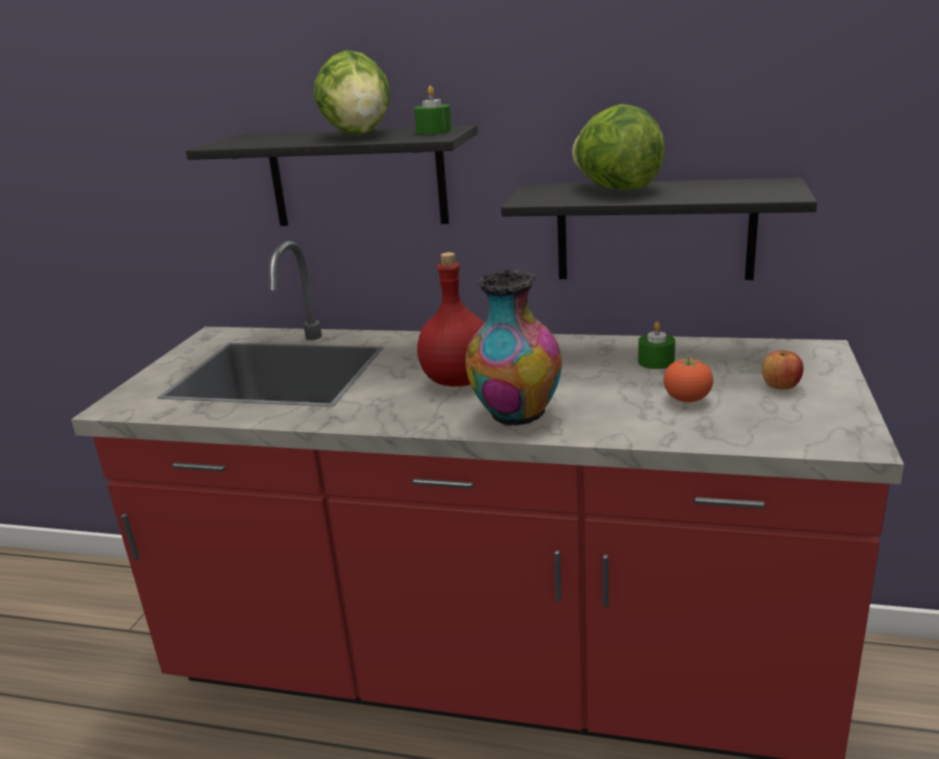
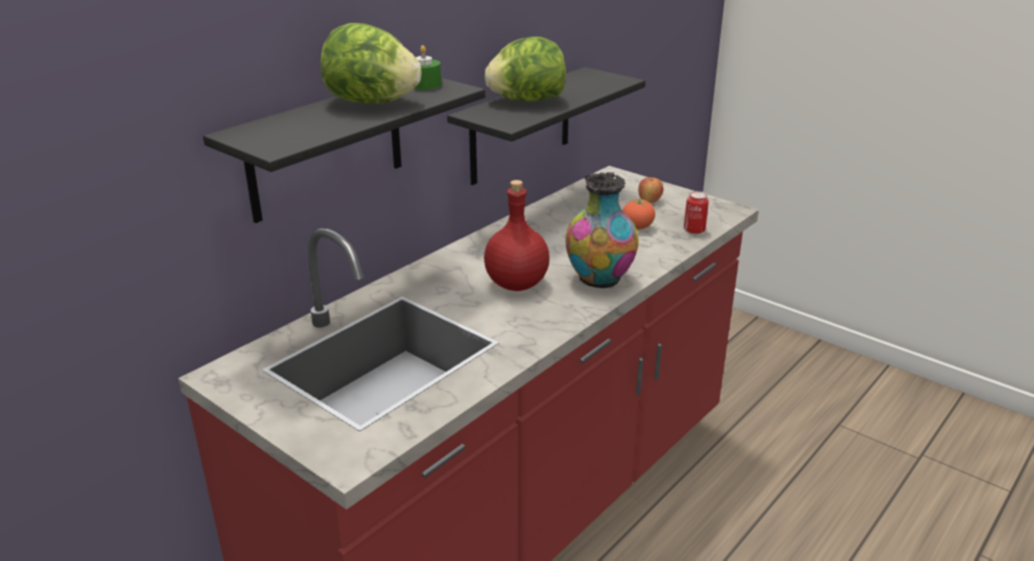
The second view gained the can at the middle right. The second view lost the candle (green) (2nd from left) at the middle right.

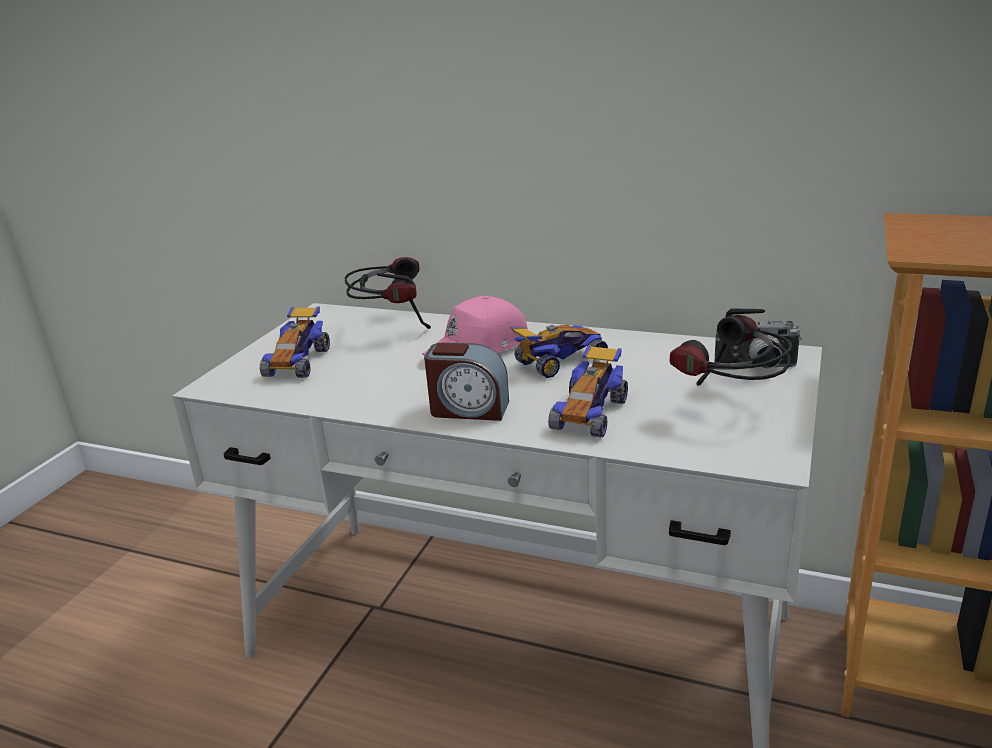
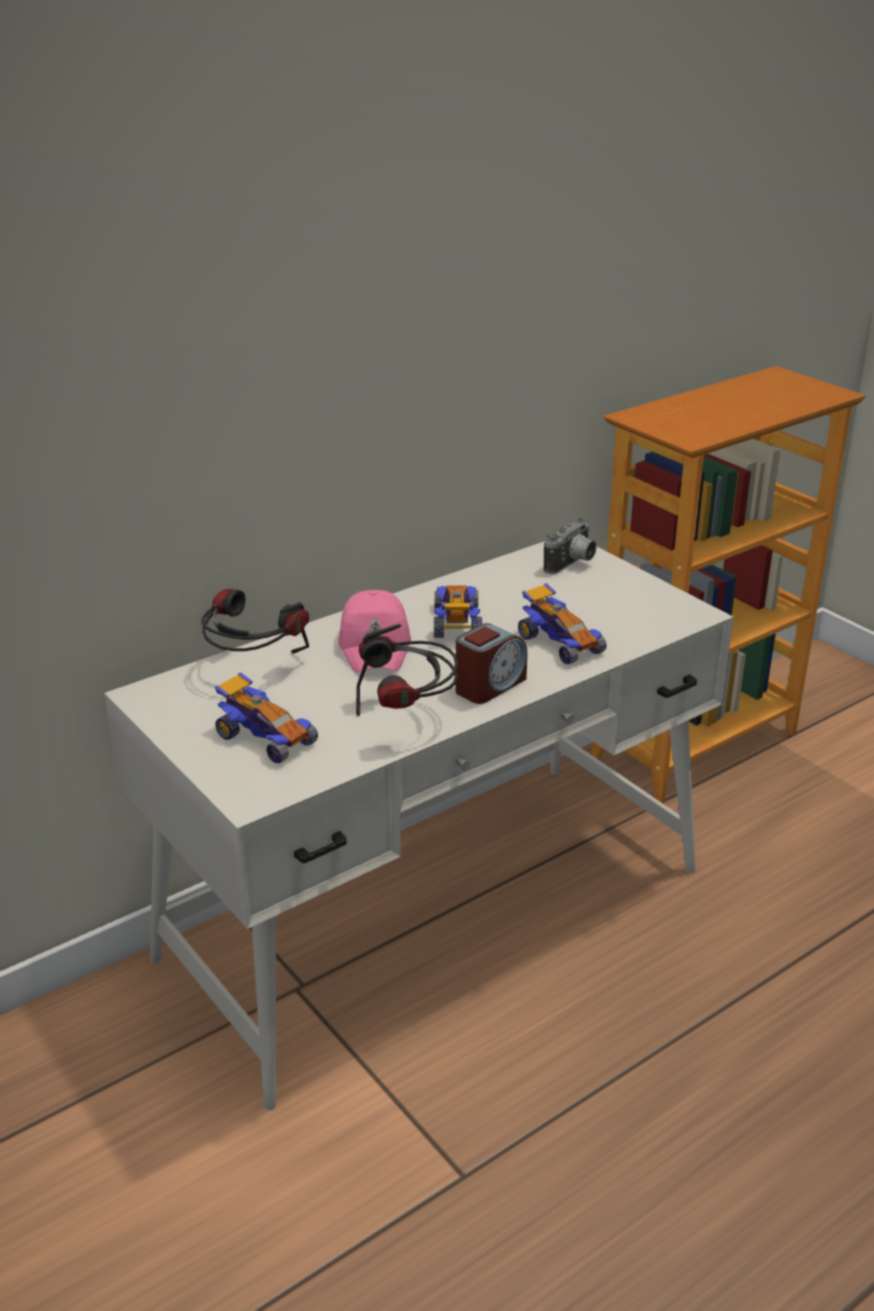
The headphones (2nd from left) ended up elsewhere, having gone from the middle right to the centre.

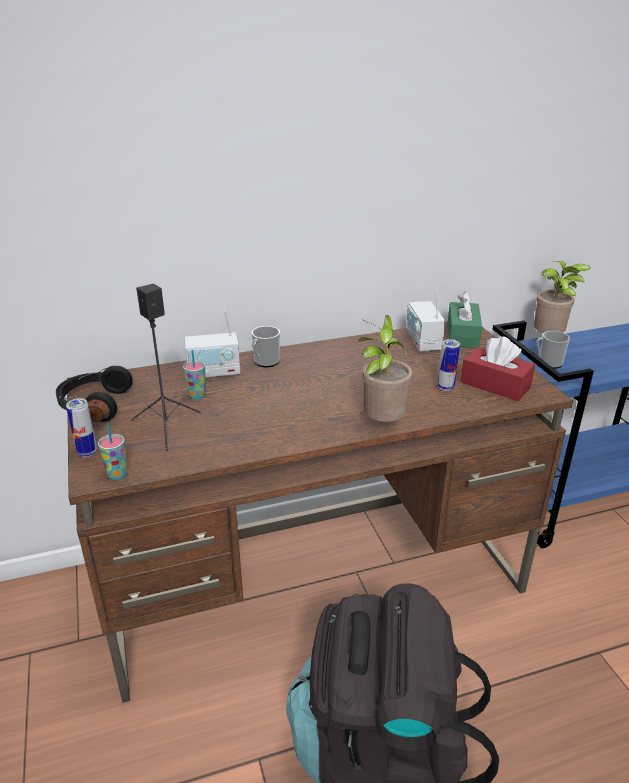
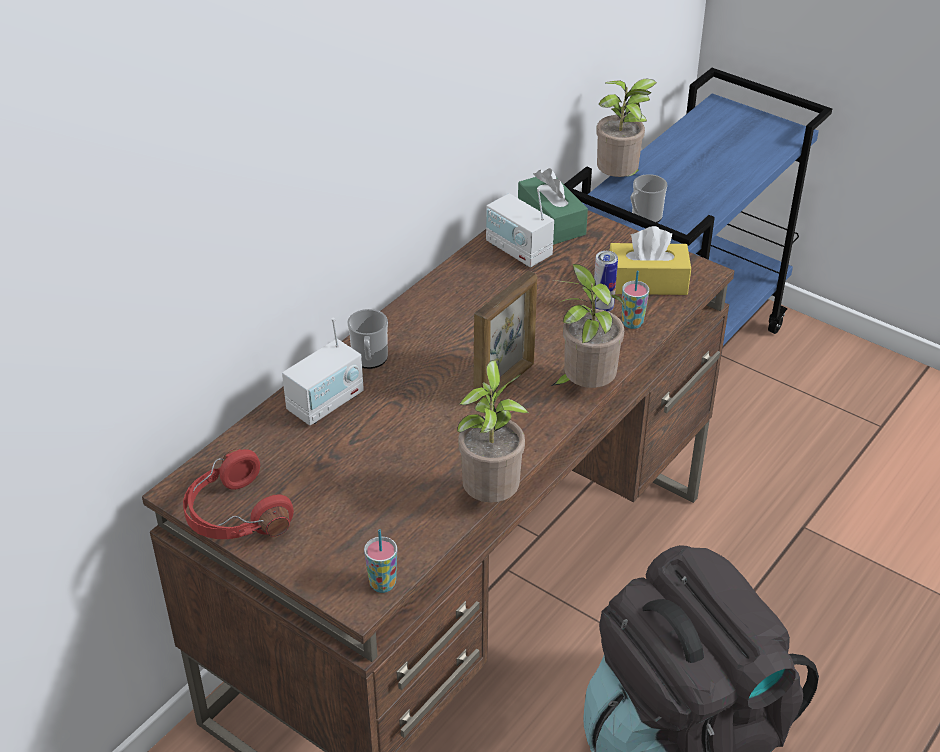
What was the headphones (black) at the middle left turned into the headphones (red) at the middle left. The second view gained the potted plant (1st from left) at the centre. The second view gained the picture frame at the centre. What was the tissue box (red) at the middle right turned into the tissue box (yellow) at the middle right. The cup (2nd from left) ended up elsewhere, having gone from the middle left to the middle right. The second view lost the can (1st from left) at the middle left. The second view lost the speaker (black) at the middle left.

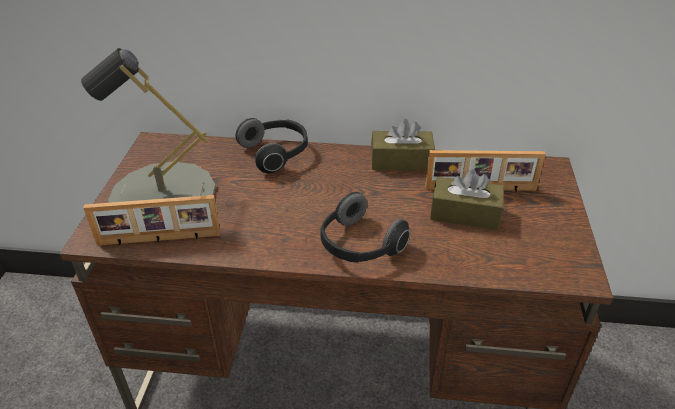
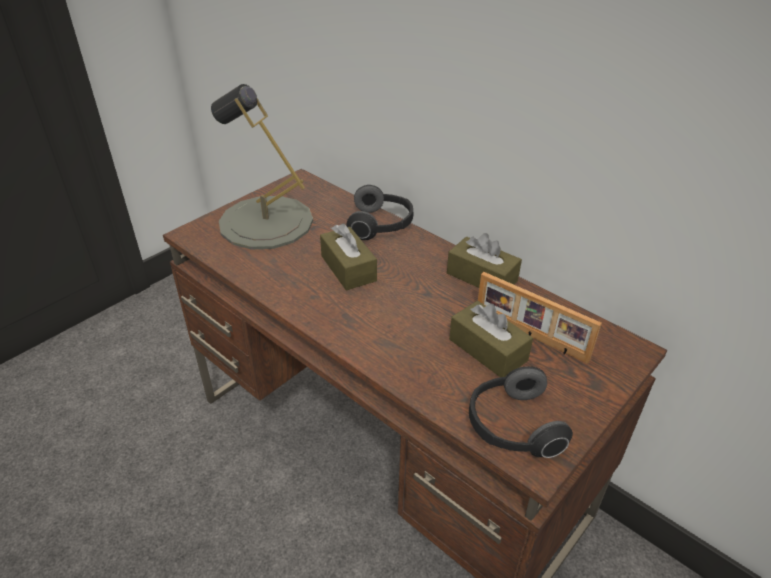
The second view gained the tissue box (brown) (1st from left) at the centre. The headphones (2nd from left) ended up elsewhere, having gone from the centre to the bottom right. The second view lost the picture frame (1st from left) at the middle left.

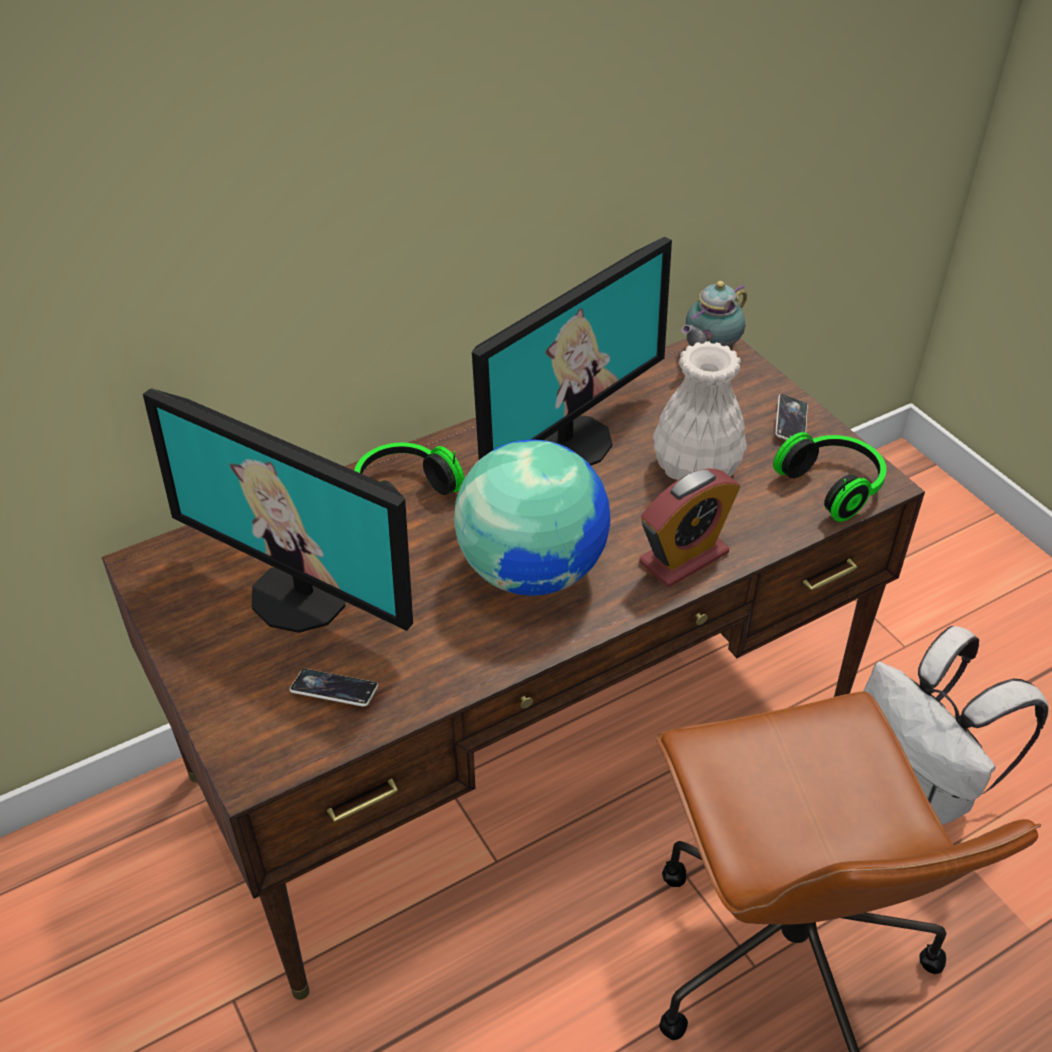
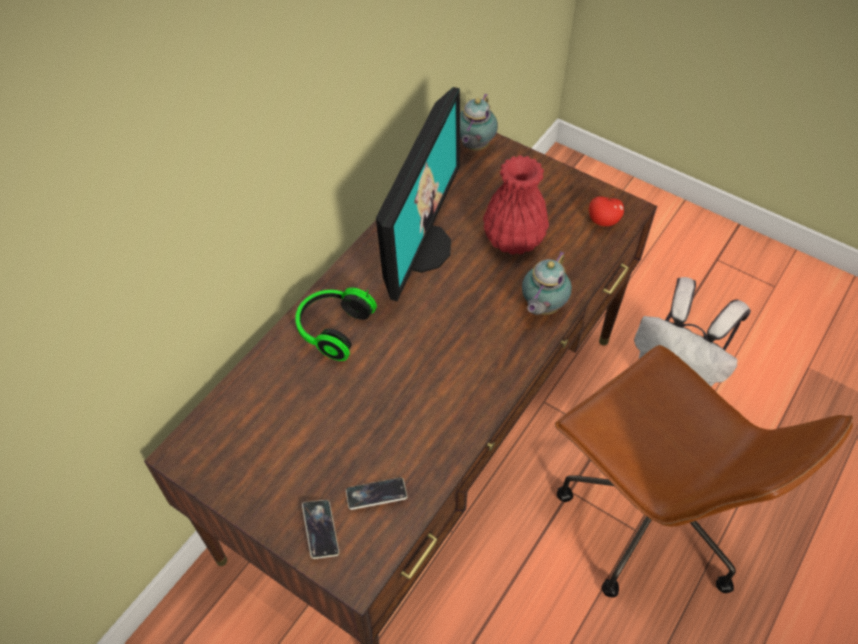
The phone (2nd from left in the first image) ended up elsewhere, having gone from the middle right to the bottom centre. What was the vase (white) at the centre turned into the vase (red) at the top centre. Where the alarm clock stood at the centre, the teapot (2nd from left) came to stand at the centre. Where the headphones (2nd from left) stood at the middle right, the apple came to stand at the top right. The second view lost the monitor (1st from left) at the middle left. The second view lost the globe at the centre.

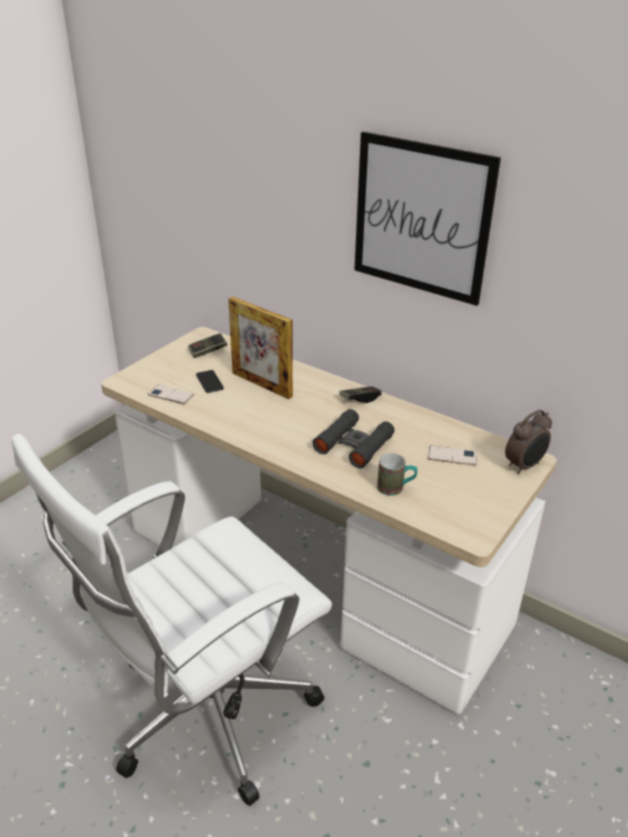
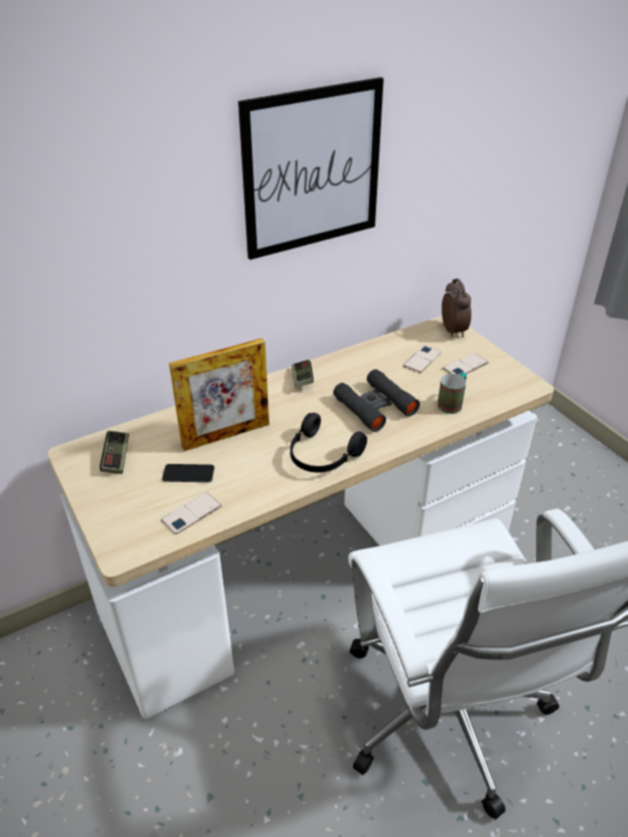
The second view gained the headphones (black) at the centre. The second view gained the phone (4th from left) at the middle right.

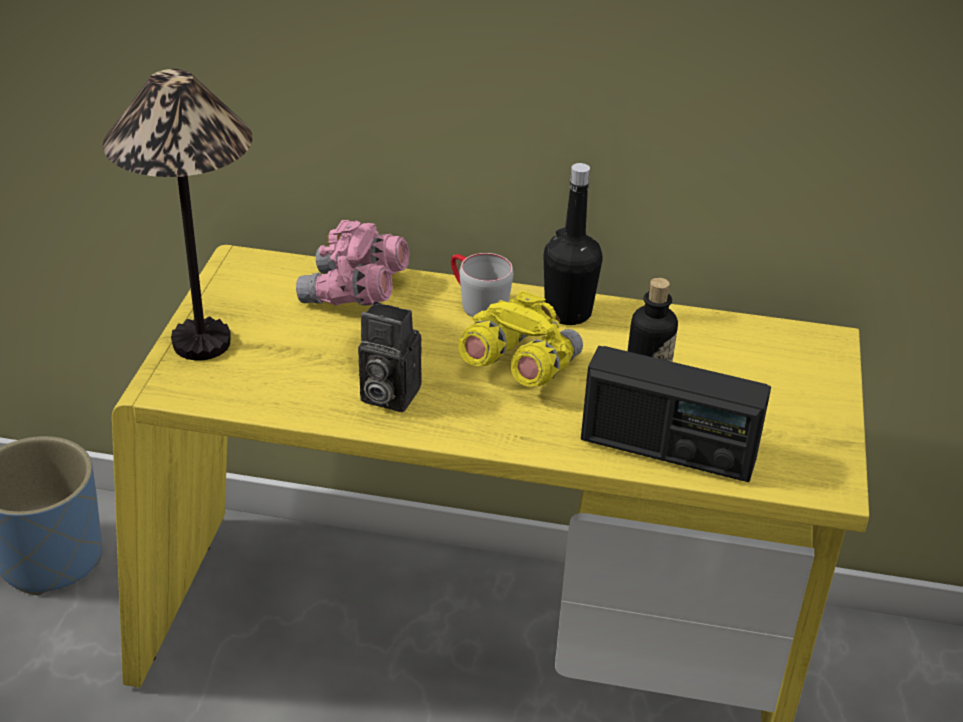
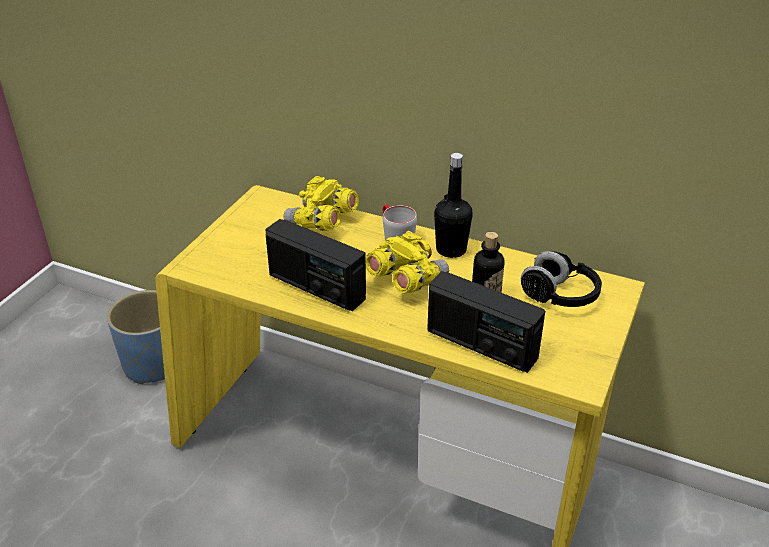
Where the photo camera stood at the centre, the radio (1st from left) came to stand at the centre. What was the binoculars (pink) at the centre turned into the binoculars (yellow) (1st from left) at the centre. The second view gained the headphones (black) at the middle right. The second view lost the table lamp at the top left.

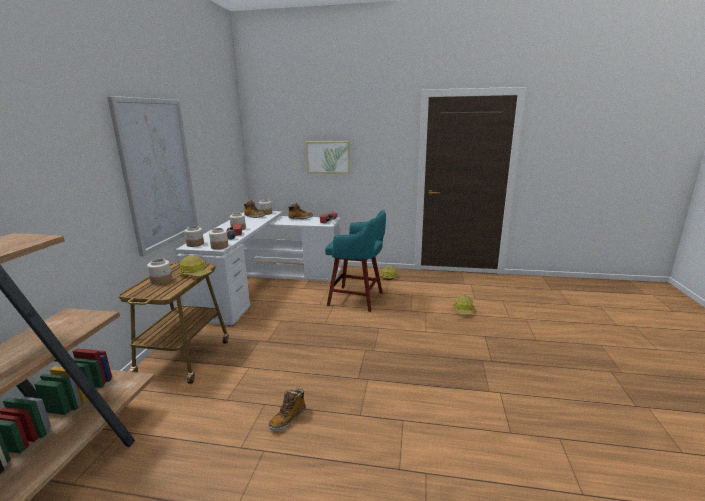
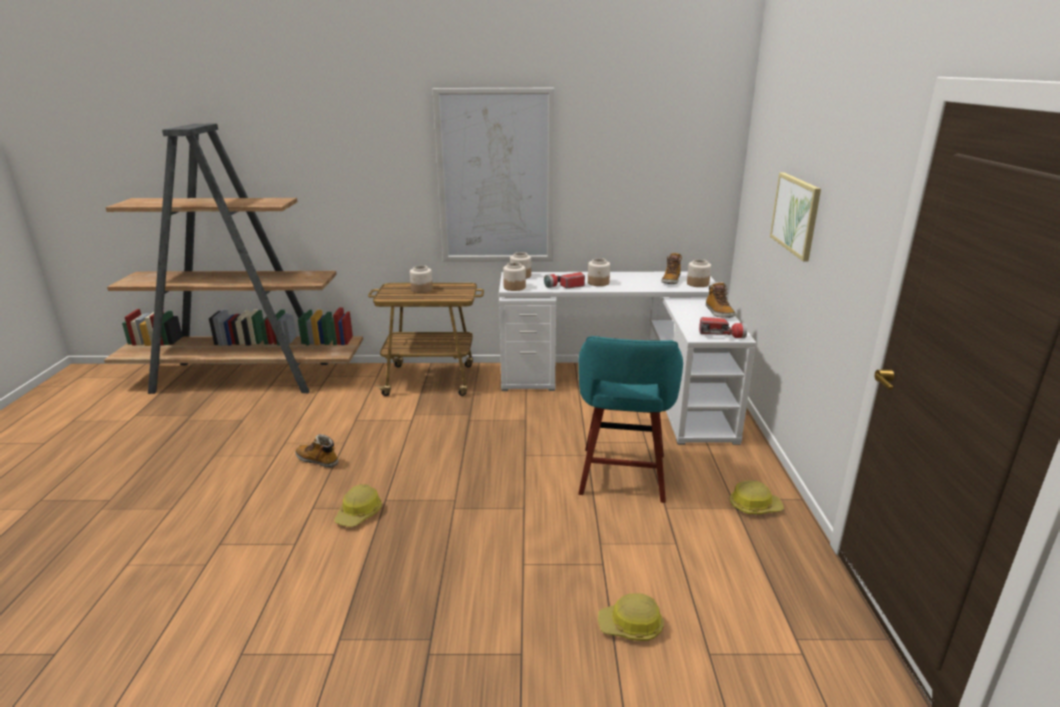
The hard hat (1st from left) ended up elsewhere, having gone from the middle left to the bottom centre.

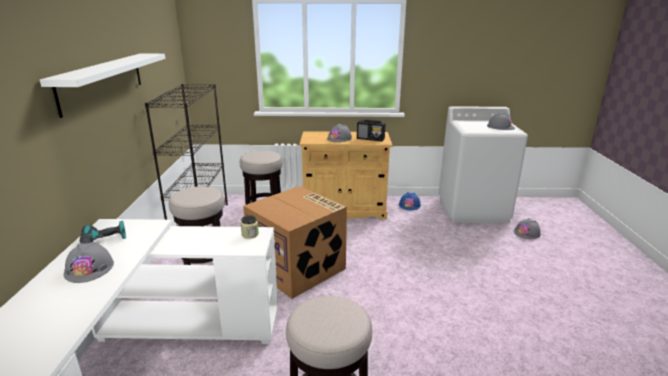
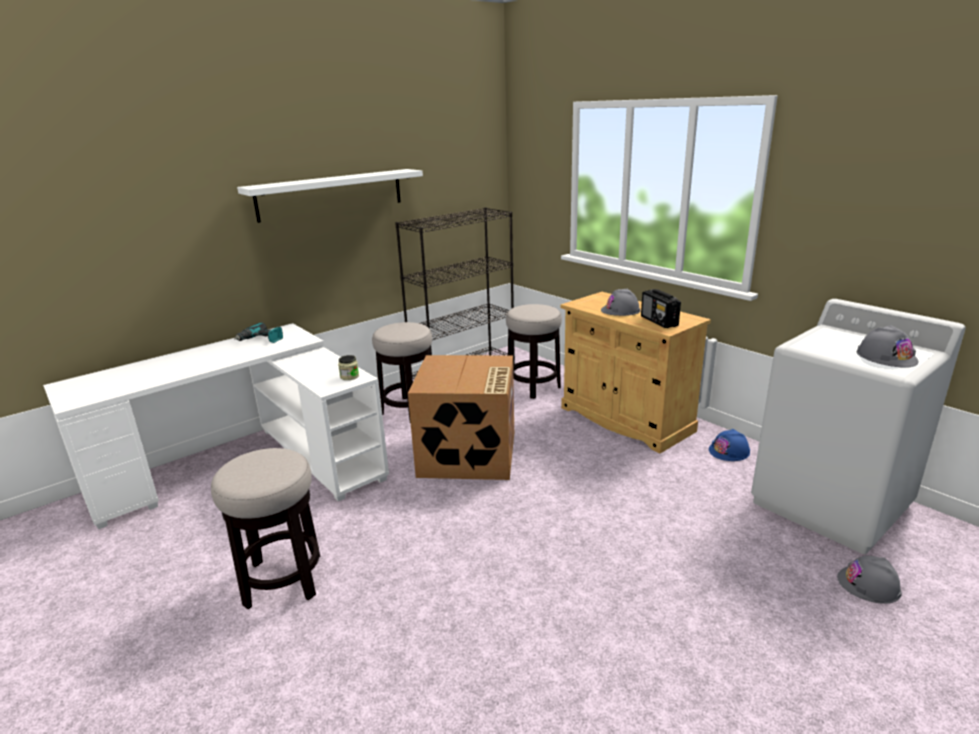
The second view lost the hard hat (grey) (1st from left) at the bottom left.

